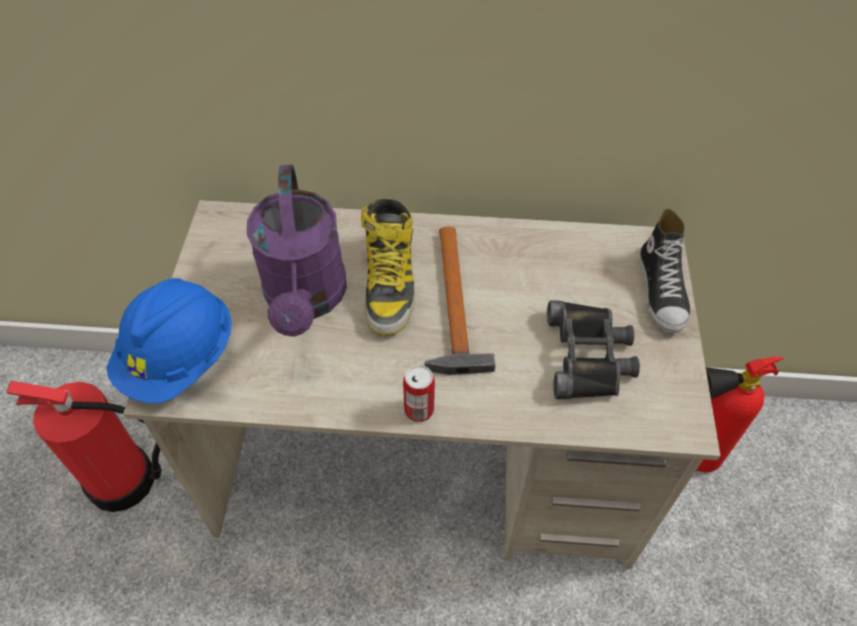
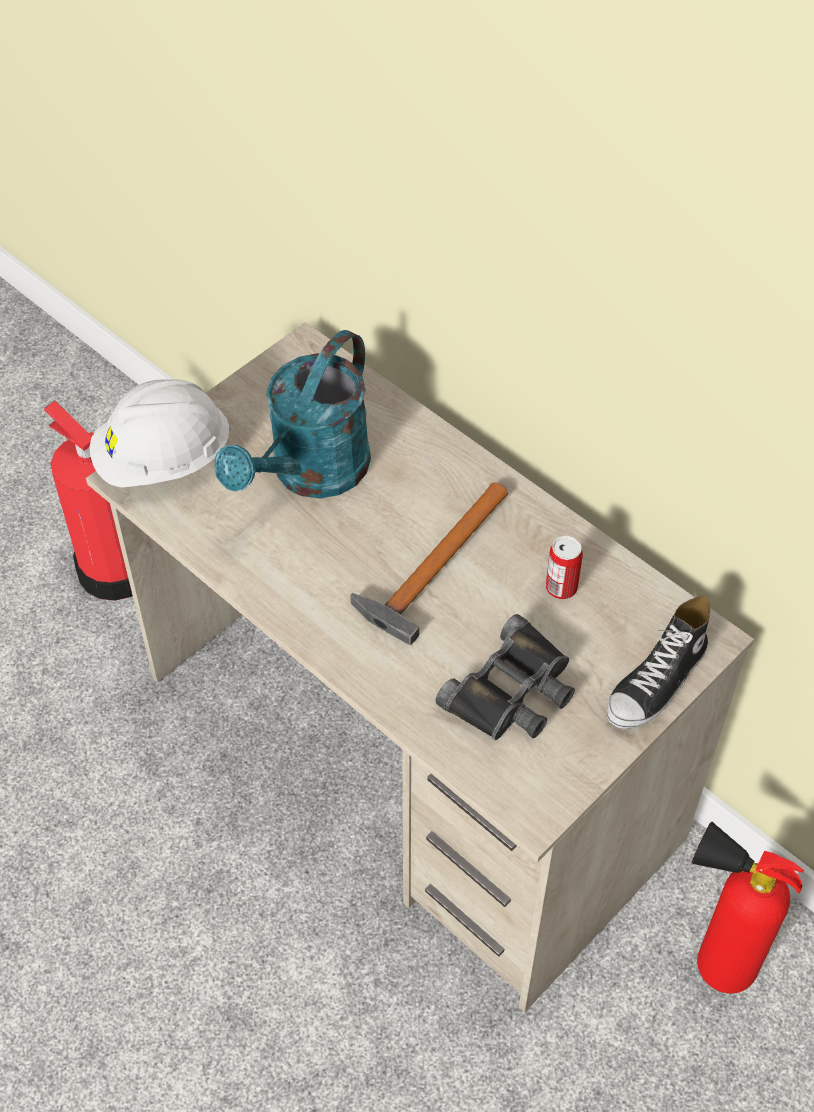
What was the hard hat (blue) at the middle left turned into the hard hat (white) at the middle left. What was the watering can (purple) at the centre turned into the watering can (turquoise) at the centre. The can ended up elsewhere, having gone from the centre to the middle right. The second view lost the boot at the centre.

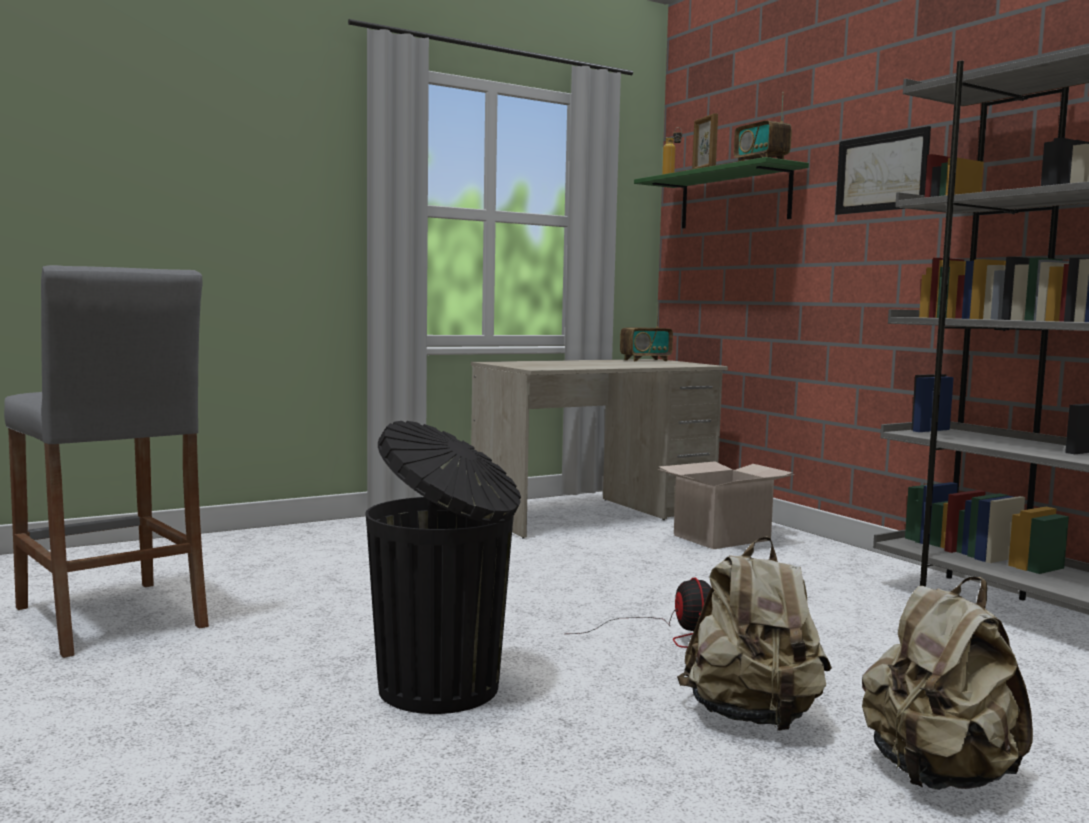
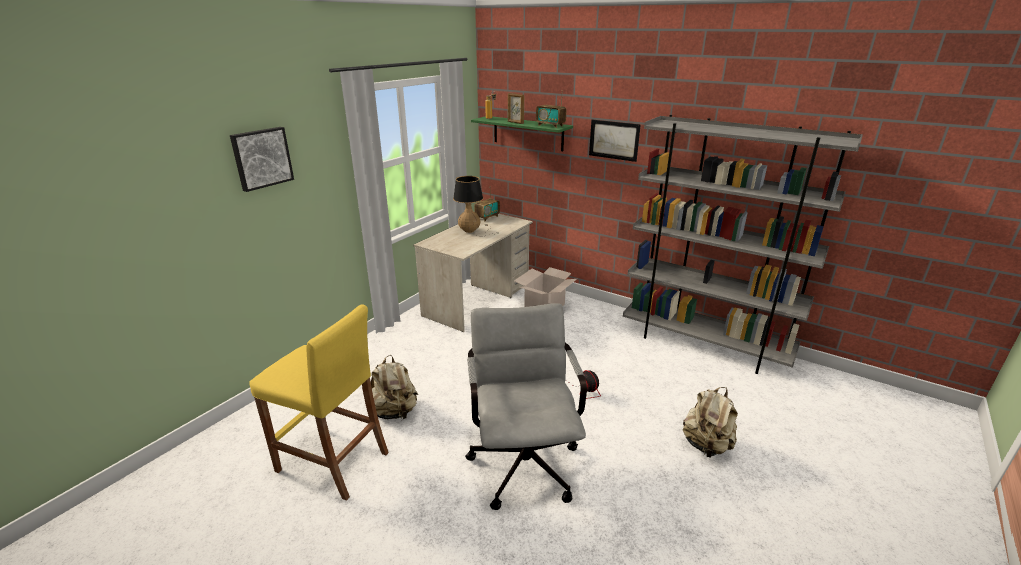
The second view gained the picture (1st from left) at the top left. What was the stool (grey) at the middle left turned into the stool (yellow) at the bottom left. The backpack (beige) (1st from left) ended up elsewhere, having gone from the bottom right to the bottom centre. The second view gained the table lamp at the centre. Where the trash can (black) stood at the bottom centre, the office chair (grey) came to stand at the bottom centre.

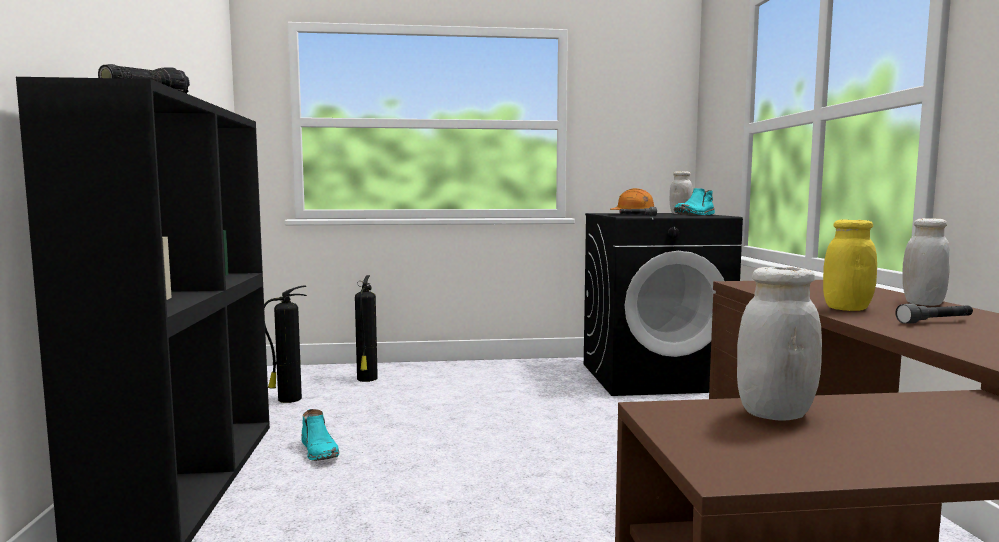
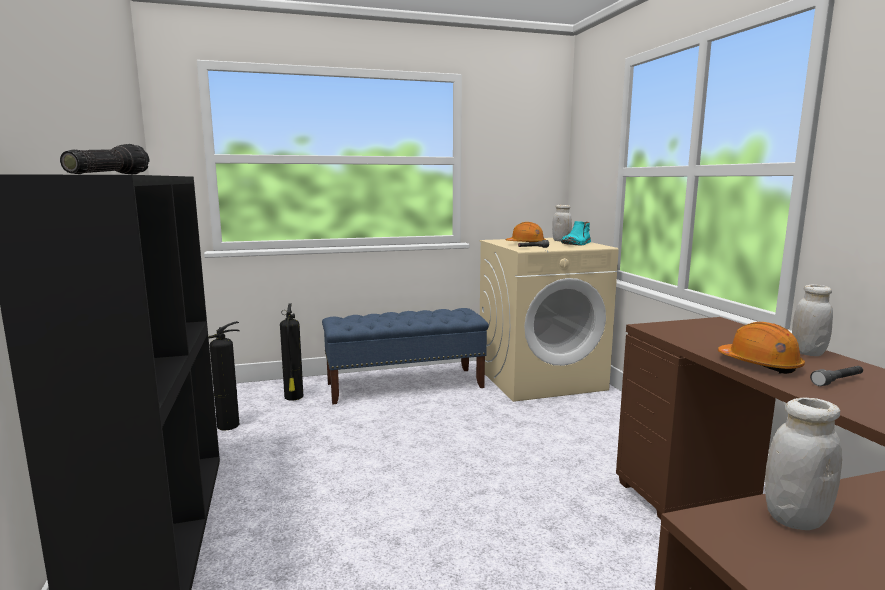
The second view gained the bench (blue) at the centre. What was the washing machine (black) at the centre turned into the washing machine (beige) at the centre. Where the jar (yellow) stood at the middle right, the hard hat (orange) (2nd from left) came to stand at the middle right. The second view lost the boot (turquoise) (1st from left) at the bottom left.

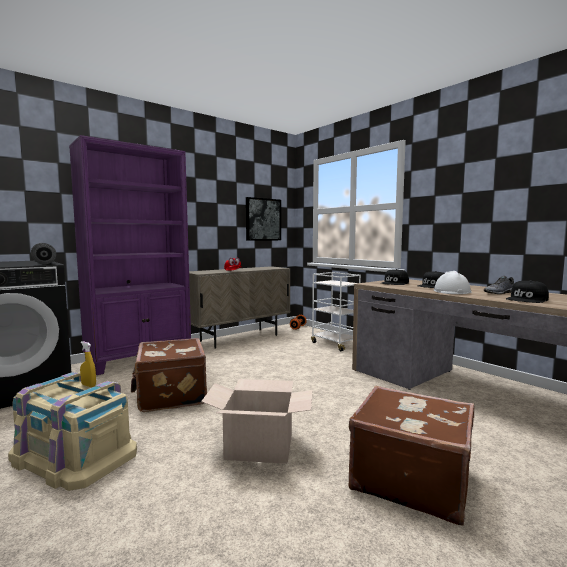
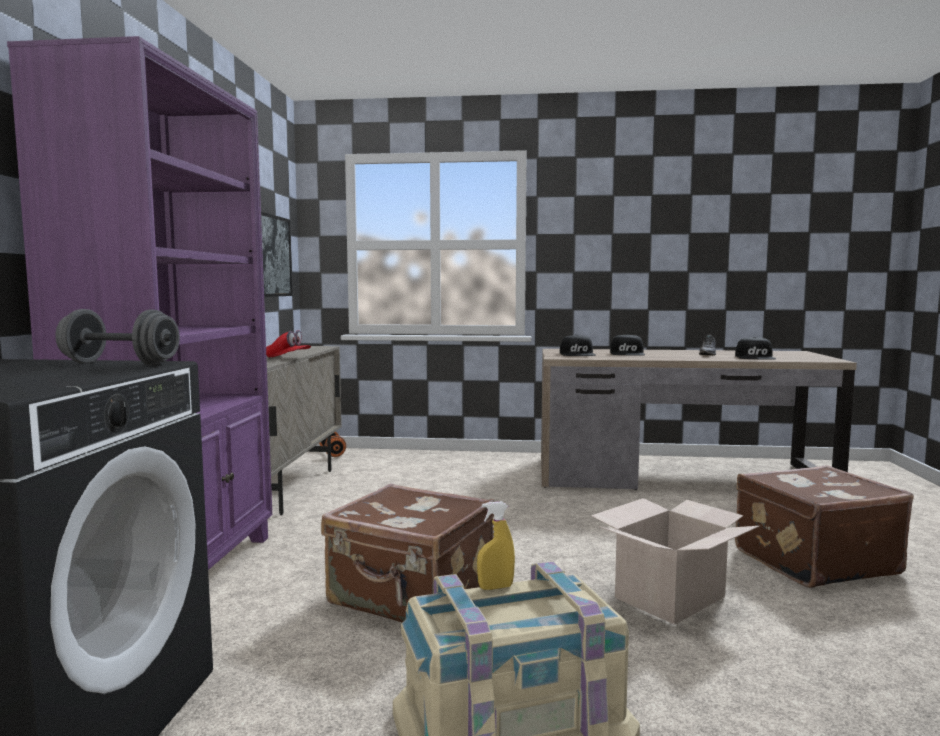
The second view lost the cart (white) at the centre. The second view lost the hard hat (white) at the middle right.

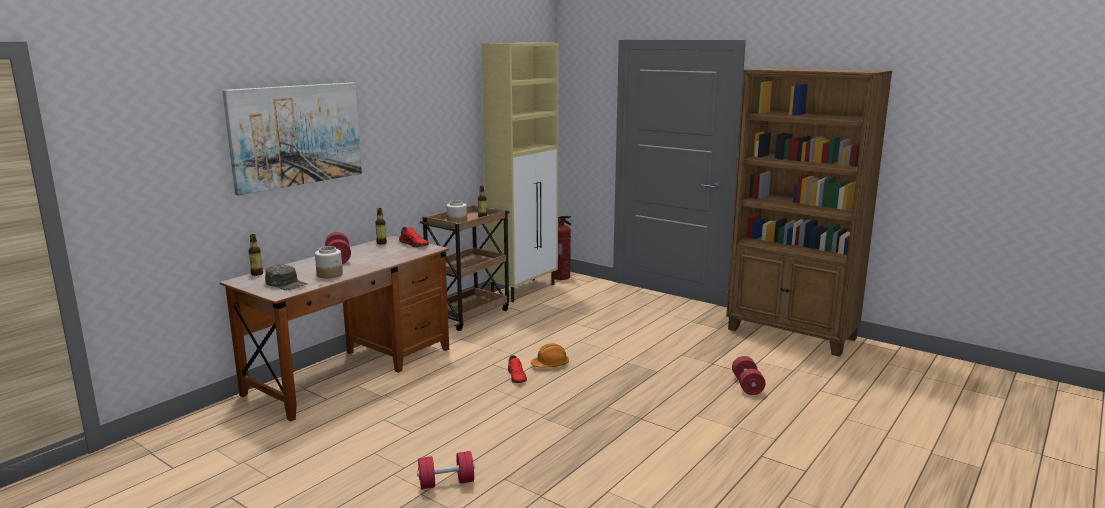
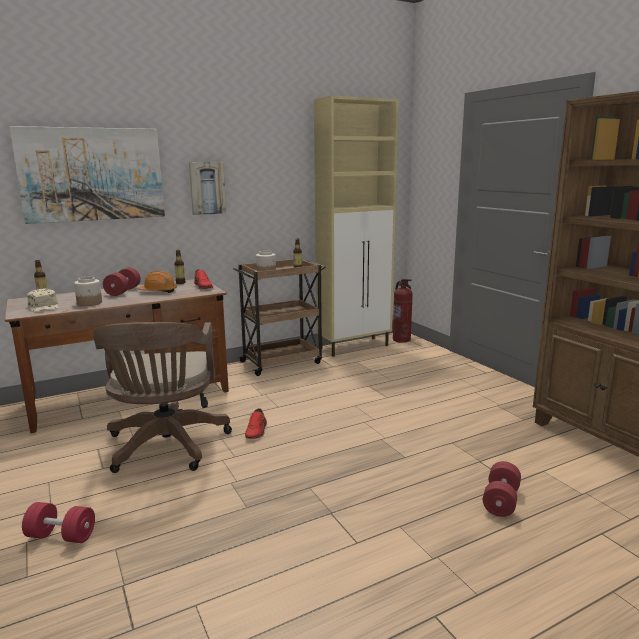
What was the cap (green) at the middle left turned into the cap (beige) at the middle left. The second view gained the office chair (brown) at the middle left. The hard hat (orange) ended up elsewhere, having gone from the bottom centre to the middle left. The second view gained the picture (2nd from left) at the top left.

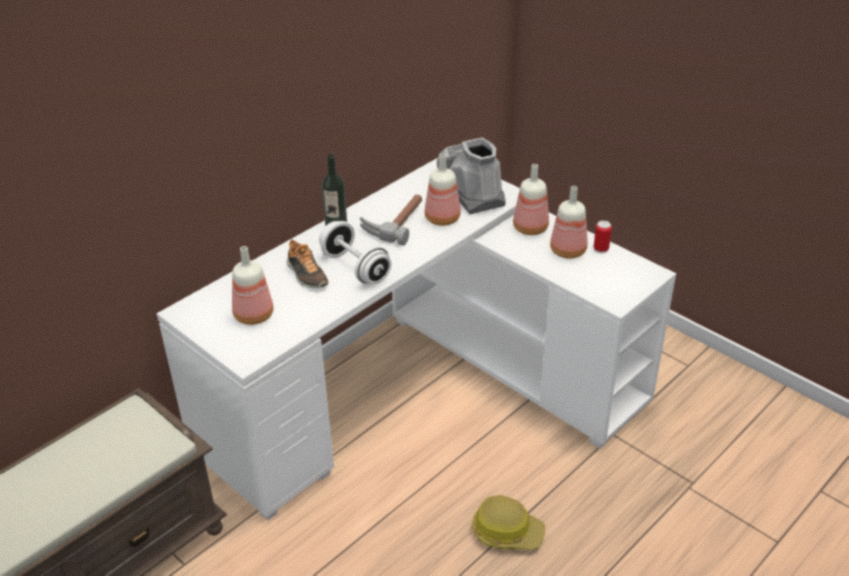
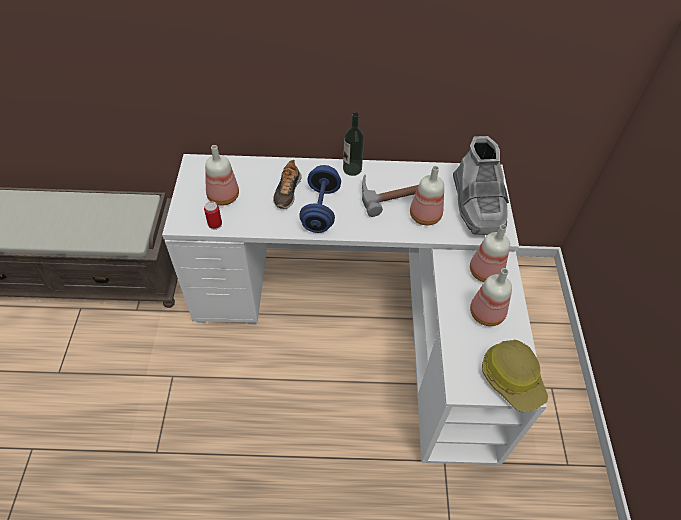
The can ended up elsewhere, having gone from the middle right to the middle left. What was the dumbbell (white) at the centre turned into the dumbbell (blue) at the centre. The boot (grey) at the top centre ended up facing another way, 150 degrees clockwise from before. The hard hat ended up elsewhere, having gone from the bottom centre to the bottom right.

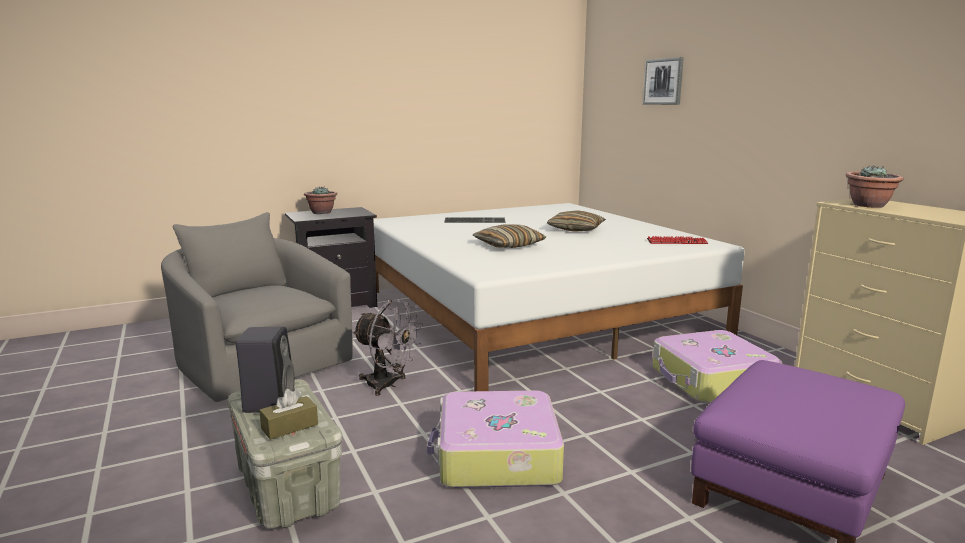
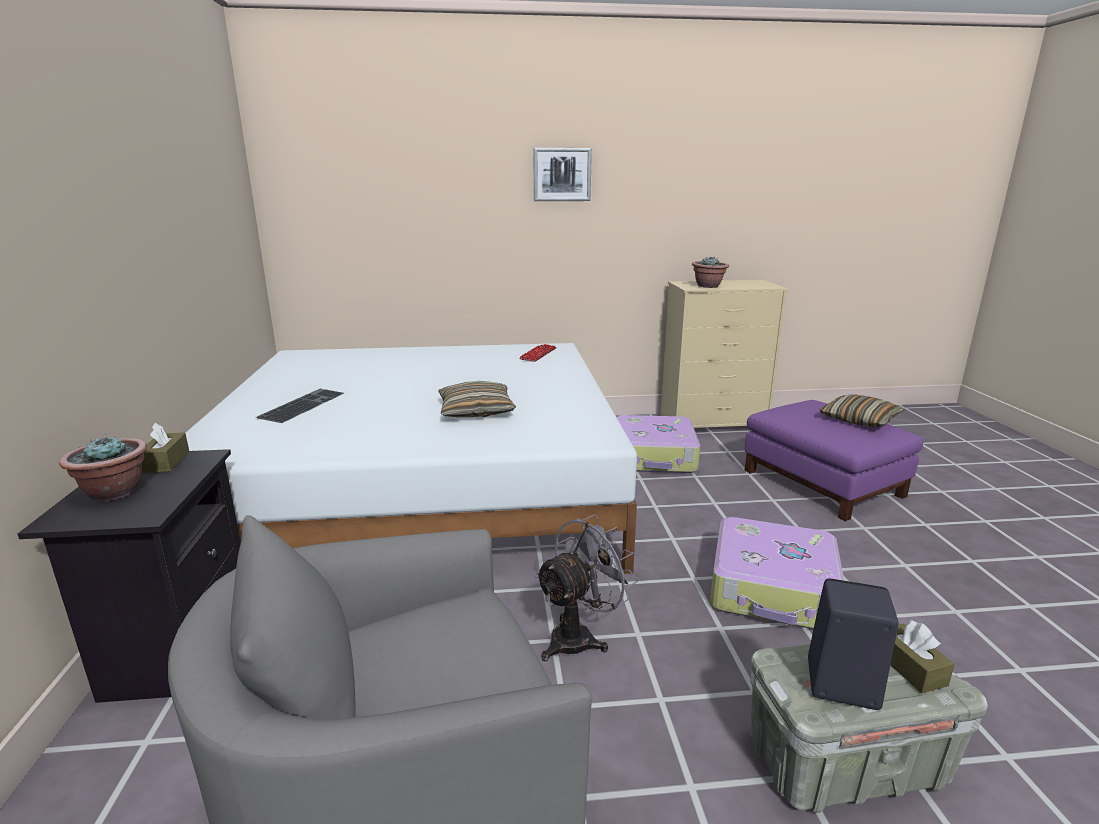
The second view gained the tissue box (brown) (1st from left) at the middle left. The picture ended up elsewhere, having gone from the top right to the top centre. The pillow (2nd from left) ended up elsewhere, having gone from the centre to the middle right.

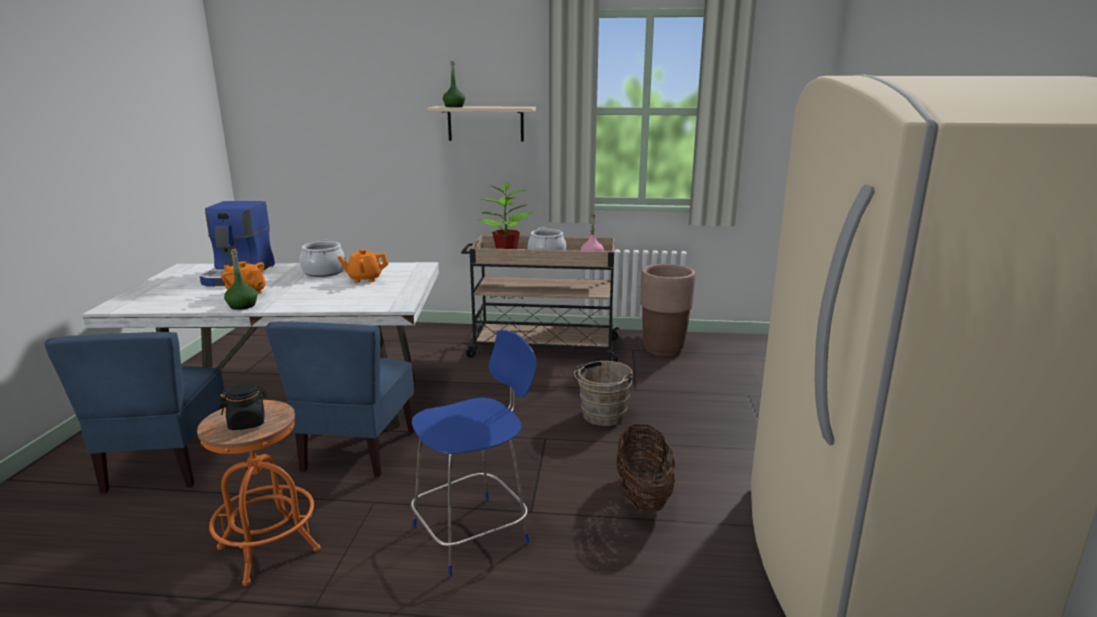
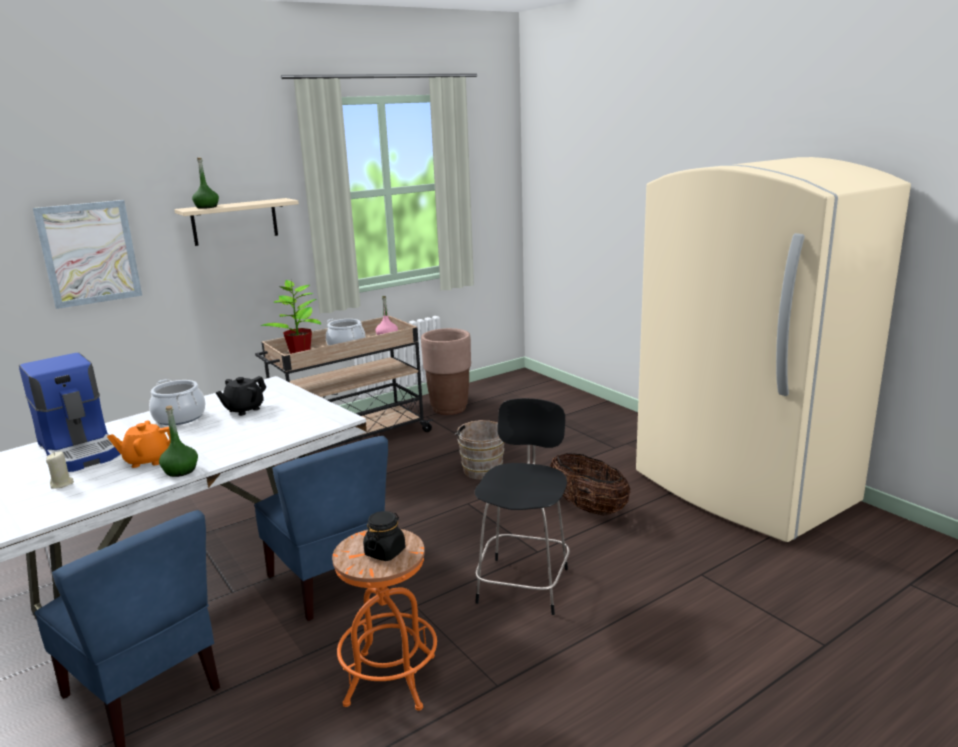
The second view gained the picture at the middle left. The second view gained the candle (beige) at the middle left. What was the teapot (orange) (2nd from left) at the middle left turned into the teapot (black) at the middle left. What was the stool (blue) at the bottom centre turned into the stool (black) at the bottom centre.

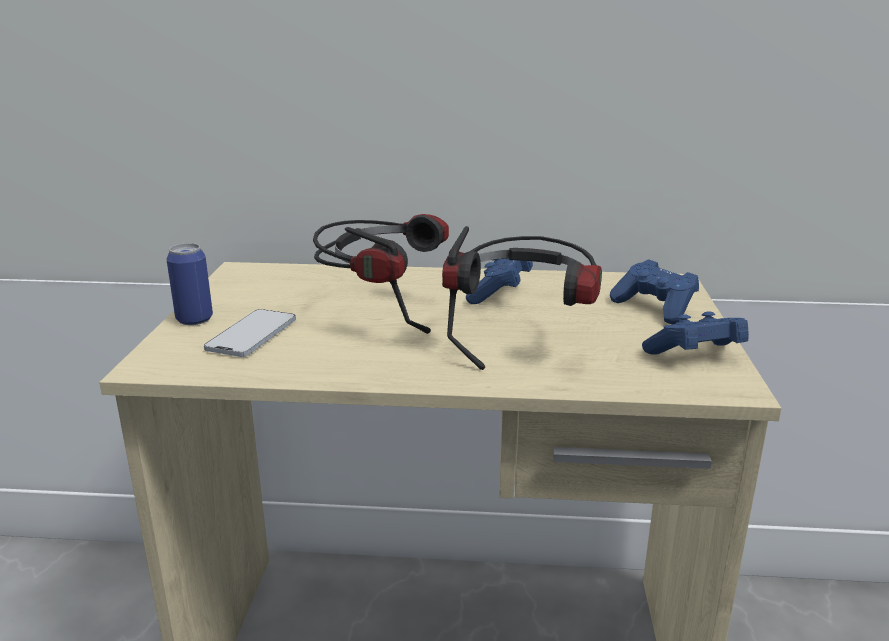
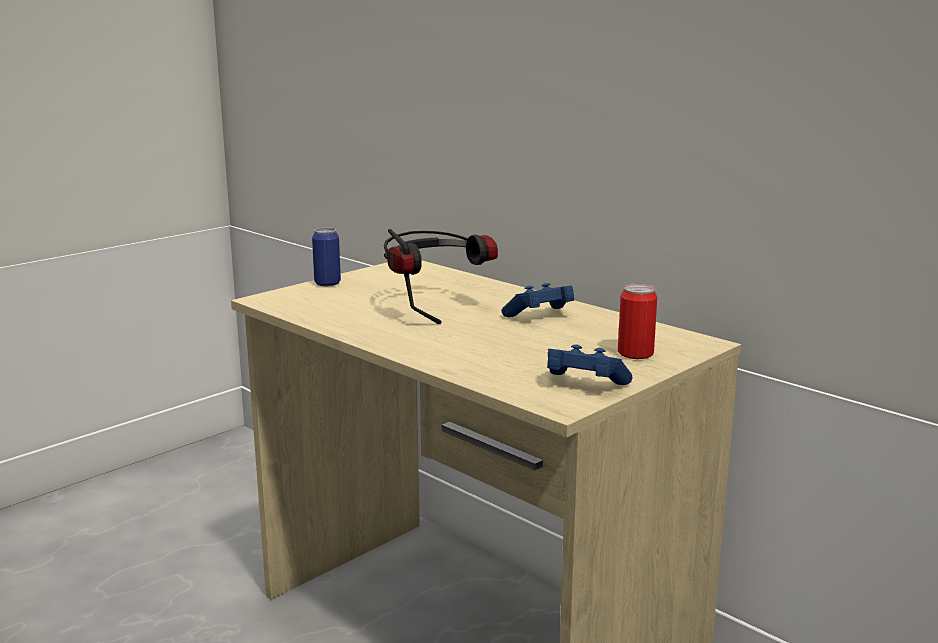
Where the game controller (blue) (2nd from left) stood at the middle right, the can (2nd from left) came to stand at the middle right. The second view lost the phone at the middle left. The second view lost the headphones (2nd from left) at the centre.

